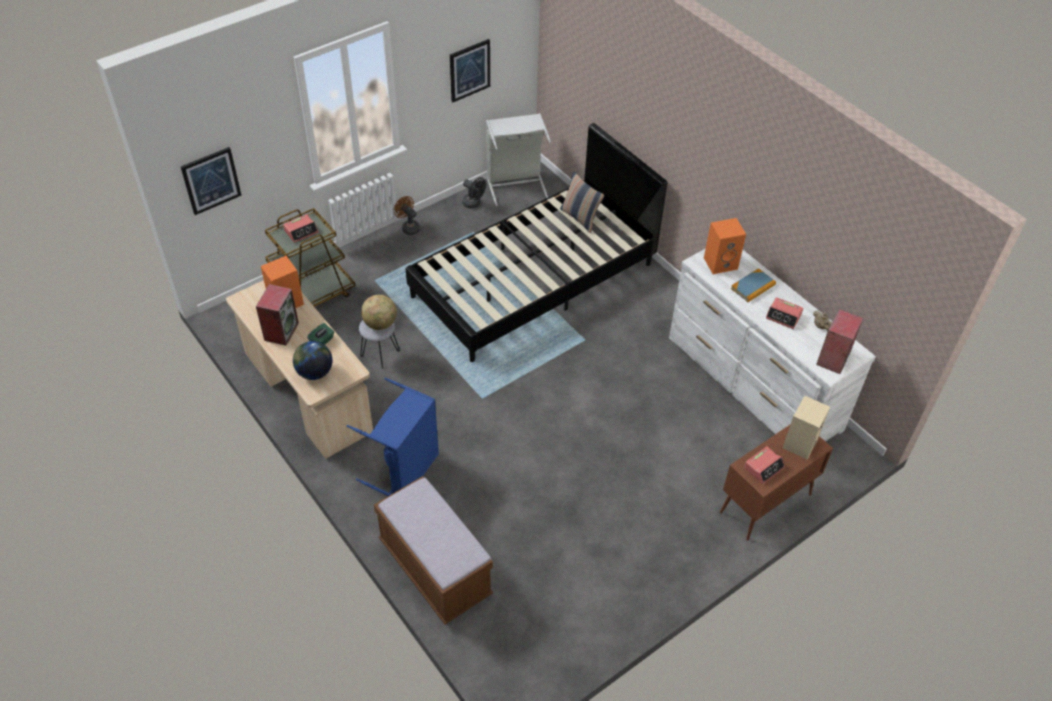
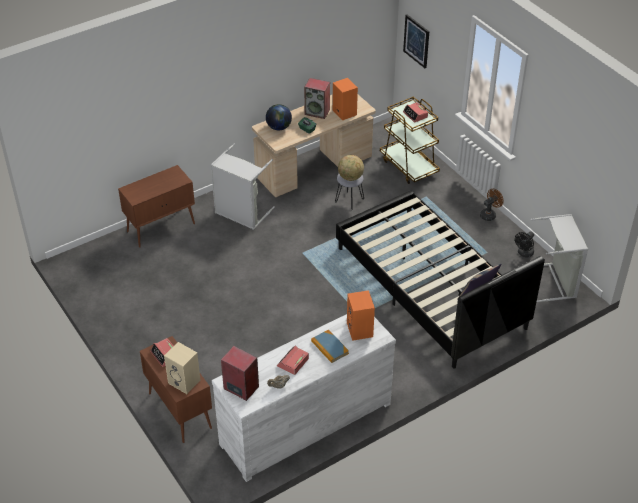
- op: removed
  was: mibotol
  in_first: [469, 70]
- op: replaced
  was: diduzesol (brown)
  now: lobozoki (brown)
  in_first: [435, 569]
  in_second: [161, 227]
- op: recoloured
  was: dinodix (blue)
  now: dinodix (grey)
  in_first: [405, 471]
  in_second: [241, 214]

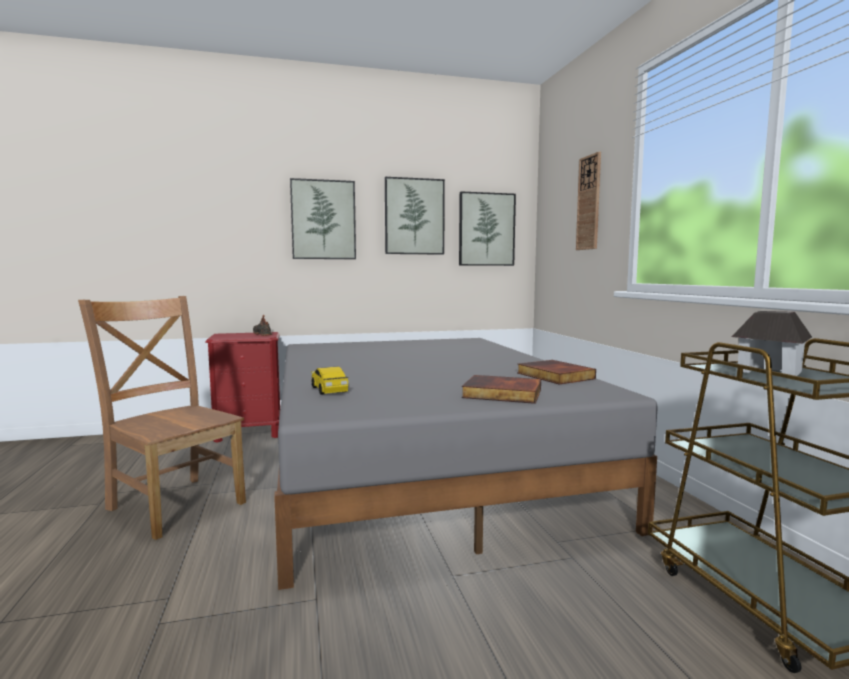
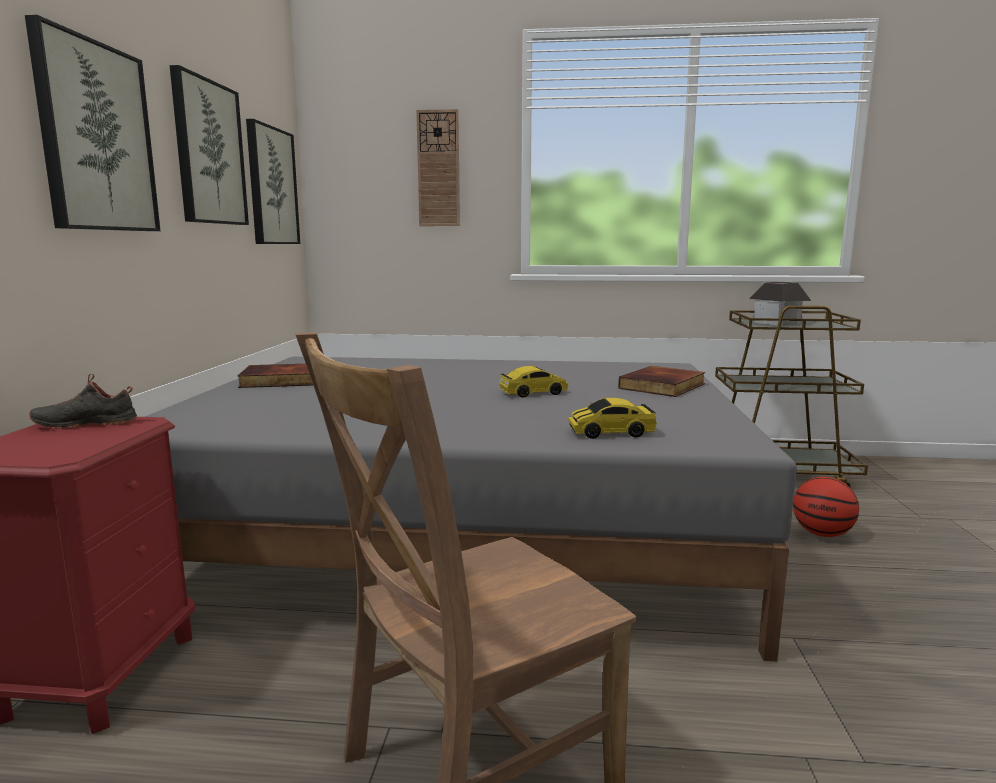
- op: added
  now: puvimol
  in_second: [533, 393]
- op: added
  now: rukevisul
  in_second: [822, 534]
- op: moved
  was: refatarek
  in_first: [553, 376]
  in_second: [280, 381]

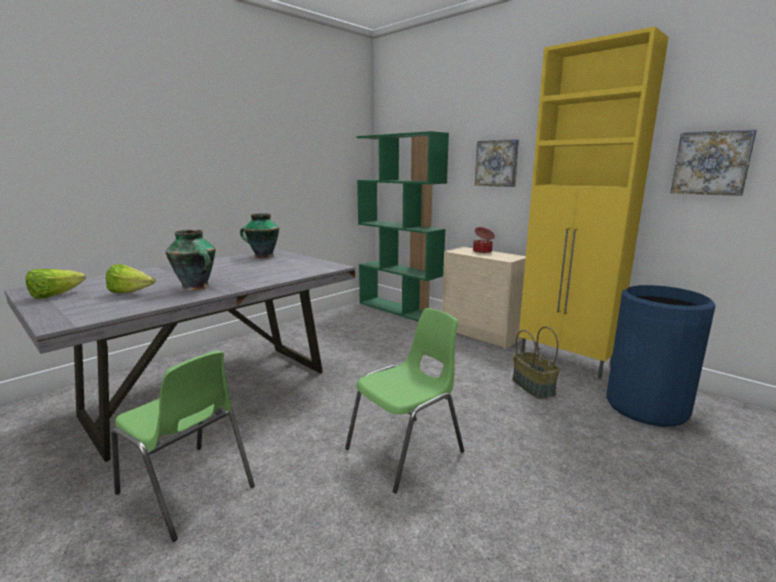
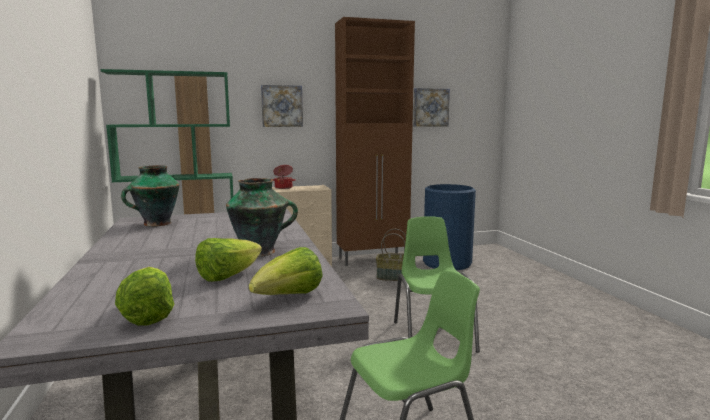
- op: added
  now: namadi
  in_second: [289, 297]
- op: recoloured
  was: lobozoki (yellow)
  now: lobozoki (brown)
  in_first: [566, 361]
  in_second: [373, 259]

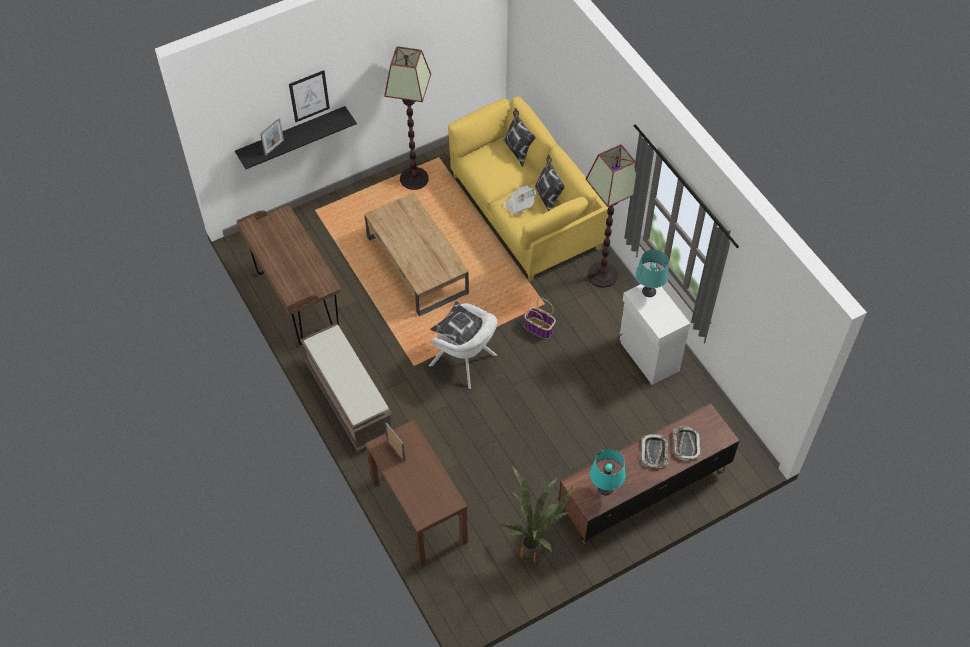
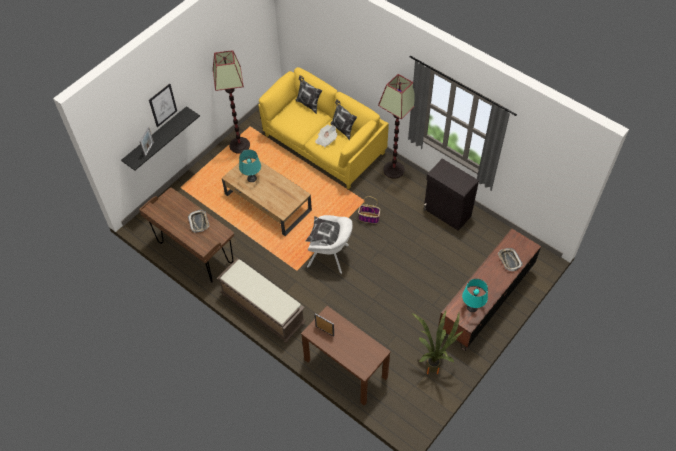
- op: moved
  was: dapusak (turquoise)
  in_first: [648, 291]
  in_second: [251, 178]
- op: moved
  was: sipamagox
  in_first: [654, 452]
  in_second: [199, 222]
- op: recoloured
  was: lobozoki (white)
  now: lobozoki (black)
  in_first: [648, 356]
  in_second: [447, 213]

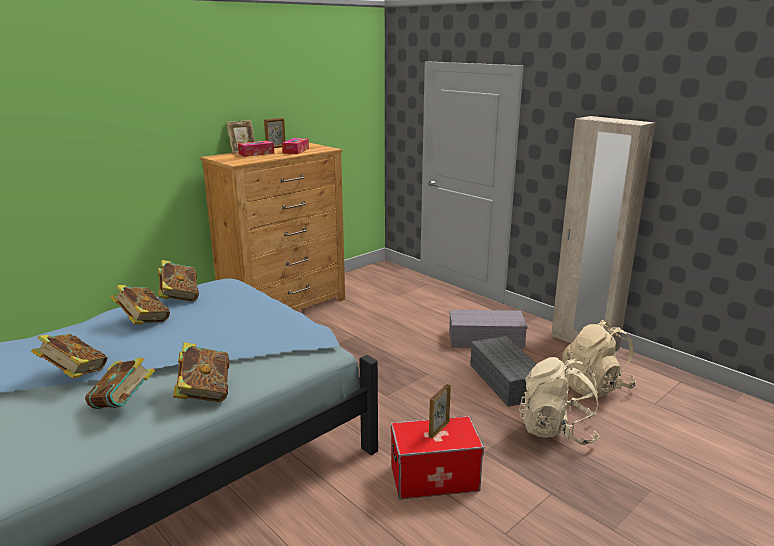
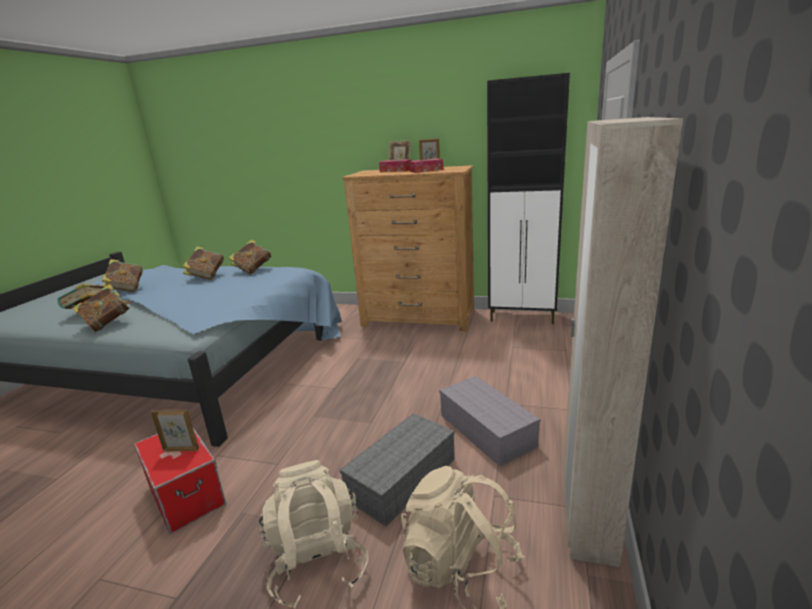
- op: added
  now: lobozoki (black)
  in_second: [523, 317]

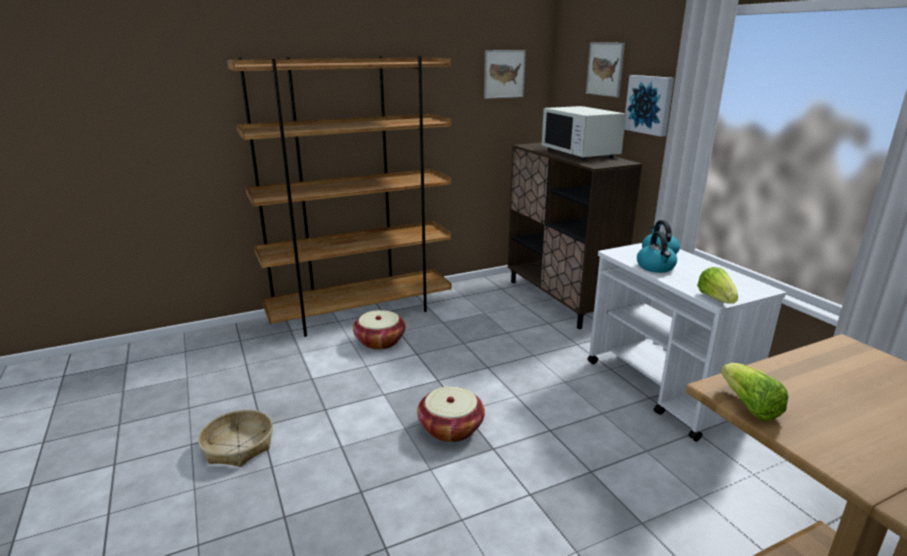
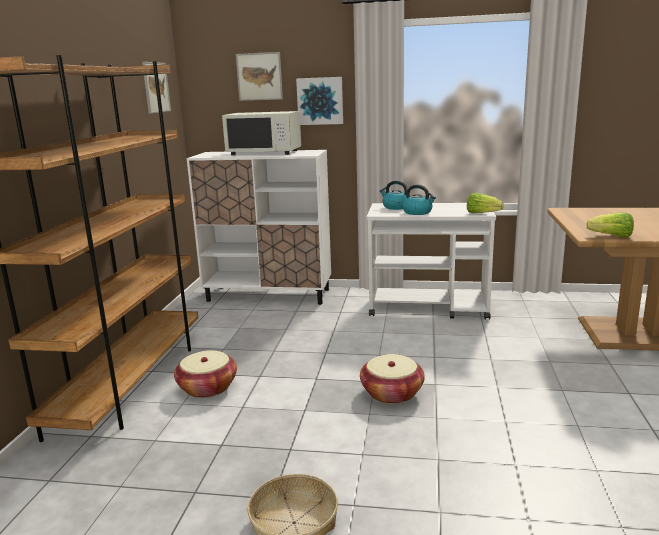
- op: recoloured
  was: lobozoki (brown)
  now: lobozoki (white)
  in_first: [560, 299]
  in_second: [269, 295]

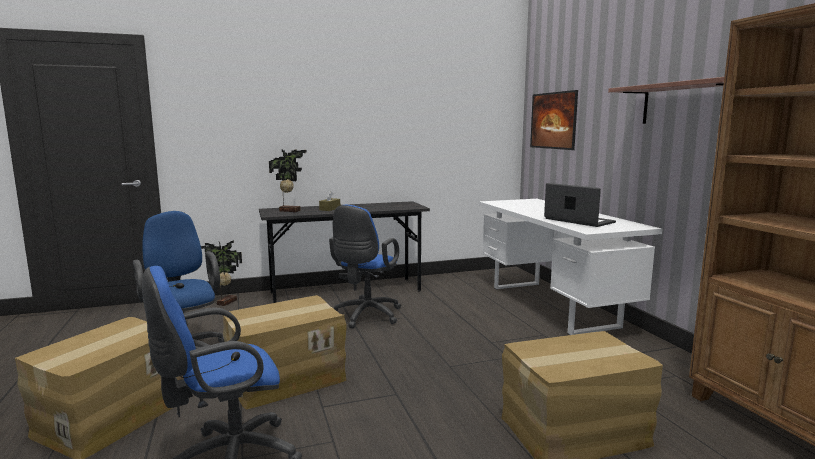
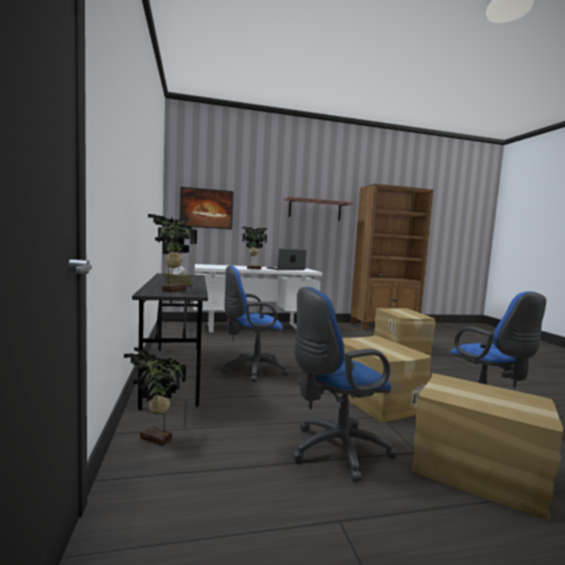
- op: added
  now: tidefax
  in_second: [253, 269]
- op: turned
  was: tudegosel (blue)
  in_first: [365, 316]
  in_second: [251, 370]
  clockwise: 135

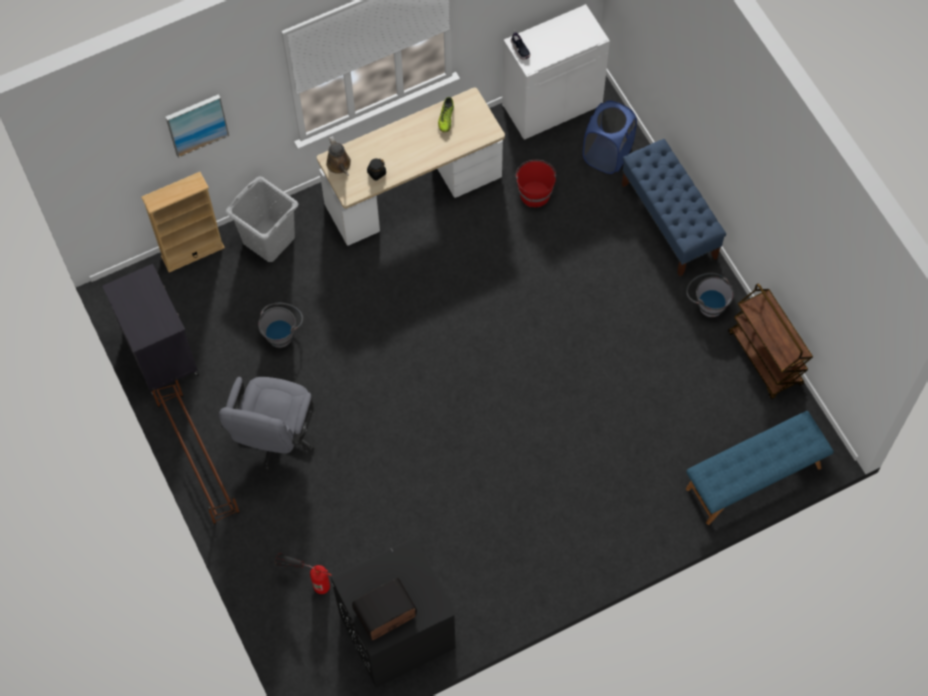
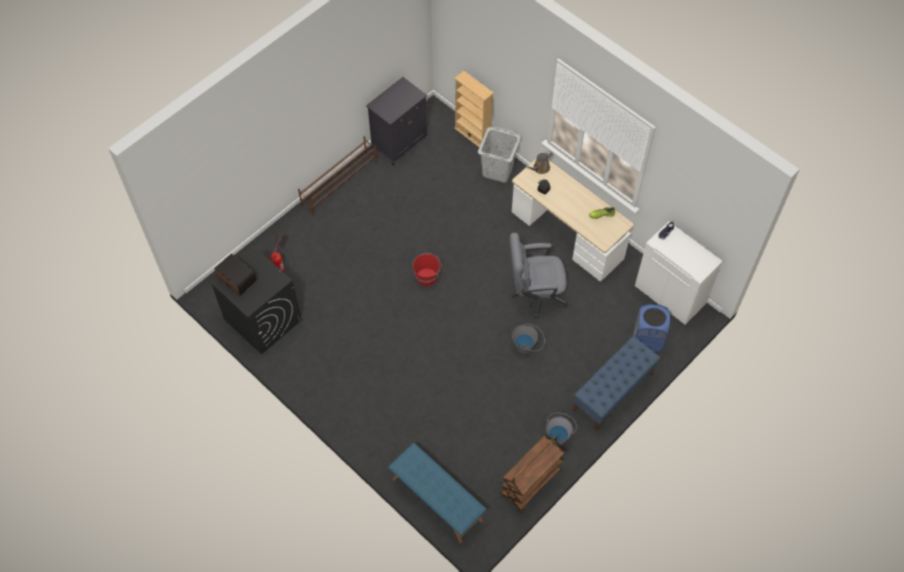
- op: removed
  was: mibotol
  in_first: [197, 124]
- op: moved
  was: tudegosel (grey)
  in_first: [275, 438]
  in_second: [534, 294]
- op: moved
  was: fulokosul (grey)
  in_first: [282, 332]
  in_second: [528, 346]
- op: moved
  was: fulokosul (red)
  in_first: [534, 193]
  in_second: [427, 277]

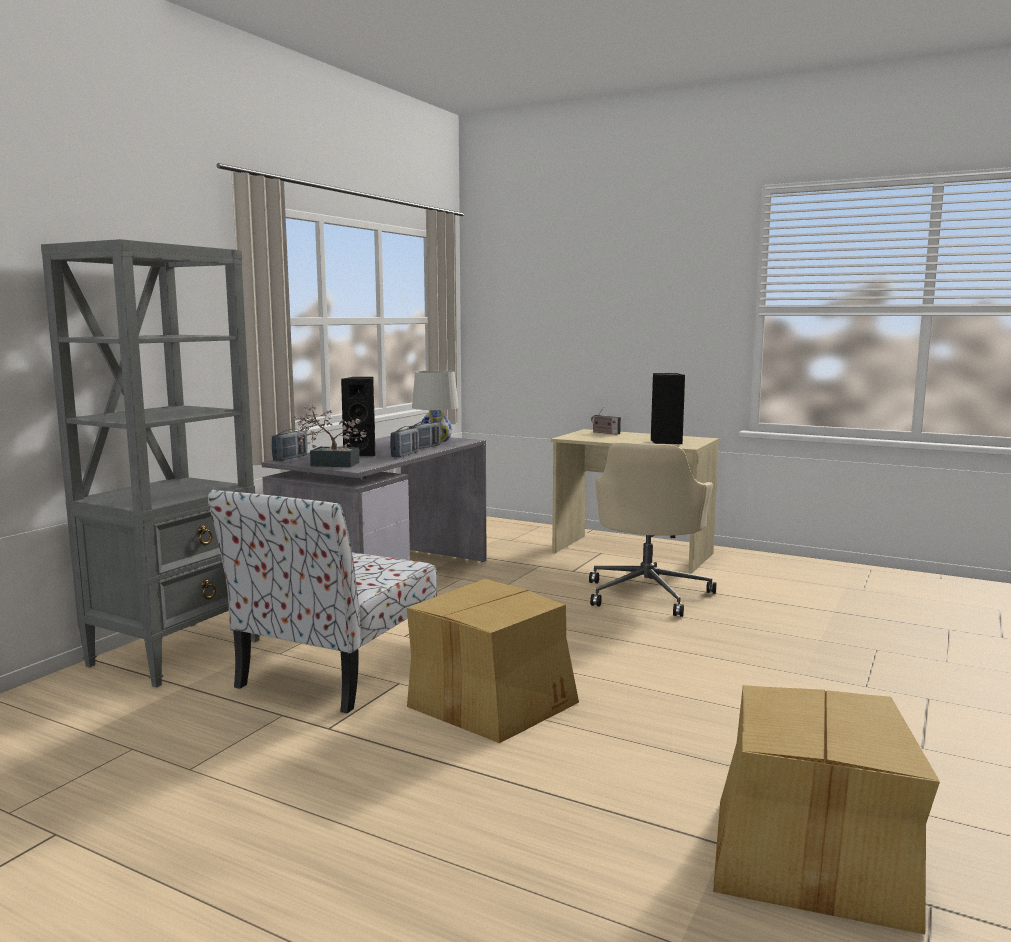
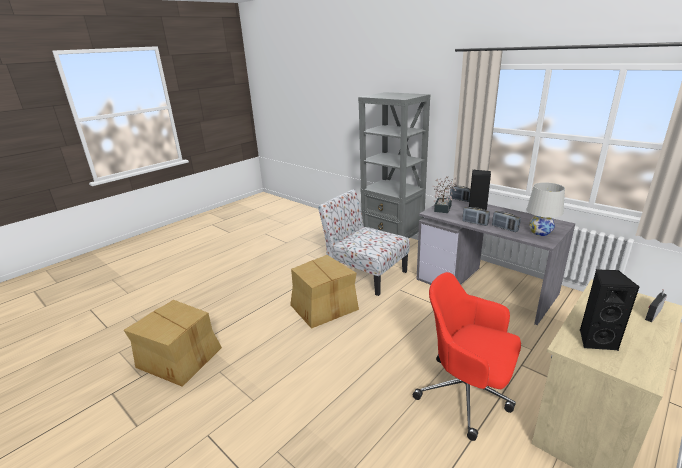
- op: recoloured
  was: tudegosel (beige)
  now: tudegosel (red)
  in_first: [648, 593]
  in_second: [466, 394]

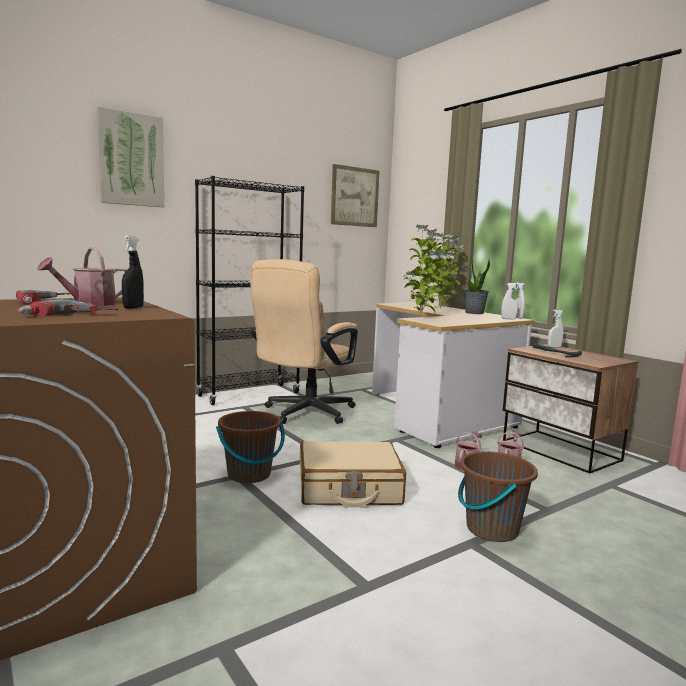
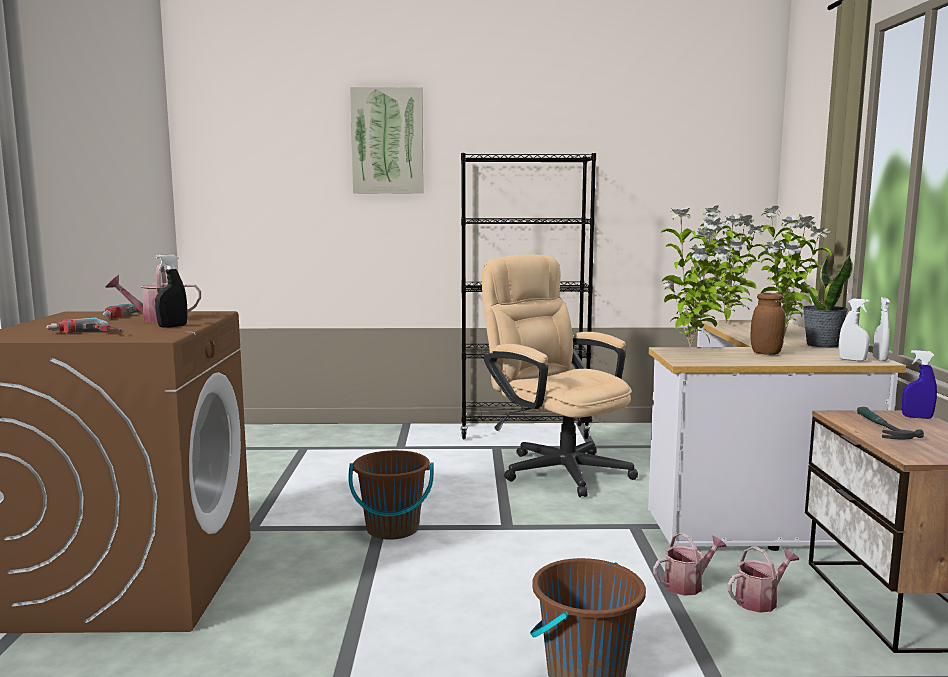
- op: removed
  was: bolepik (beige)
  in_first: [349, 488]
- op: removed
  was: mibotol
  in_first: [354, 196]
- op: added
  now: tidefax
  in_second: [726, 323]
- op: added
  now: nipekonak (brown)
  in_second: [766, 353]
- op: recoloured
  was: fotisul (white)
  now: fotisul (blue)
  in_first: [554, 347]
  in_second: [917, 417]
- op: turned
  was: tudegosel (beige)
  in_first: [304, 414]
  in_second: [556, 468]
  clockwise: 75

